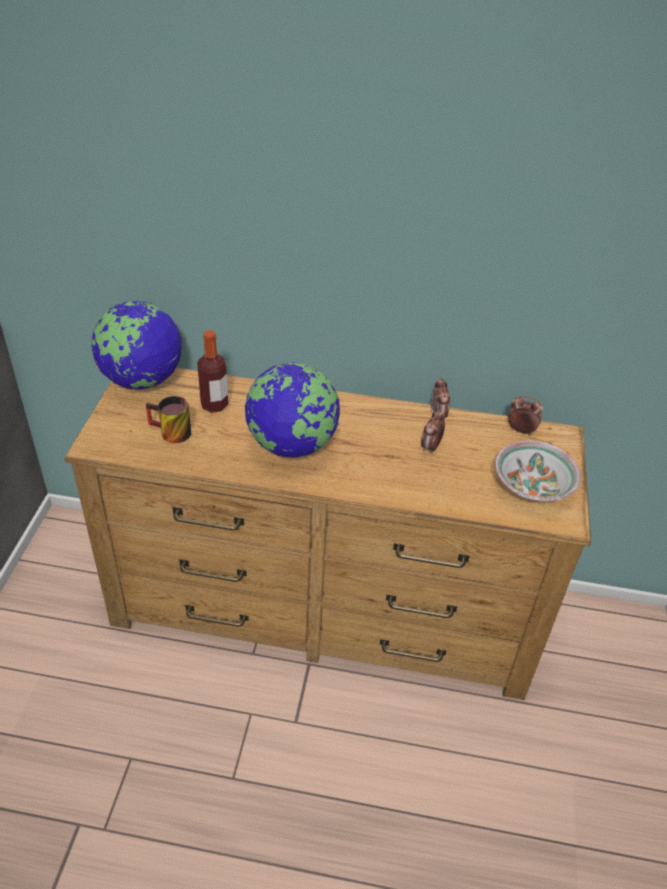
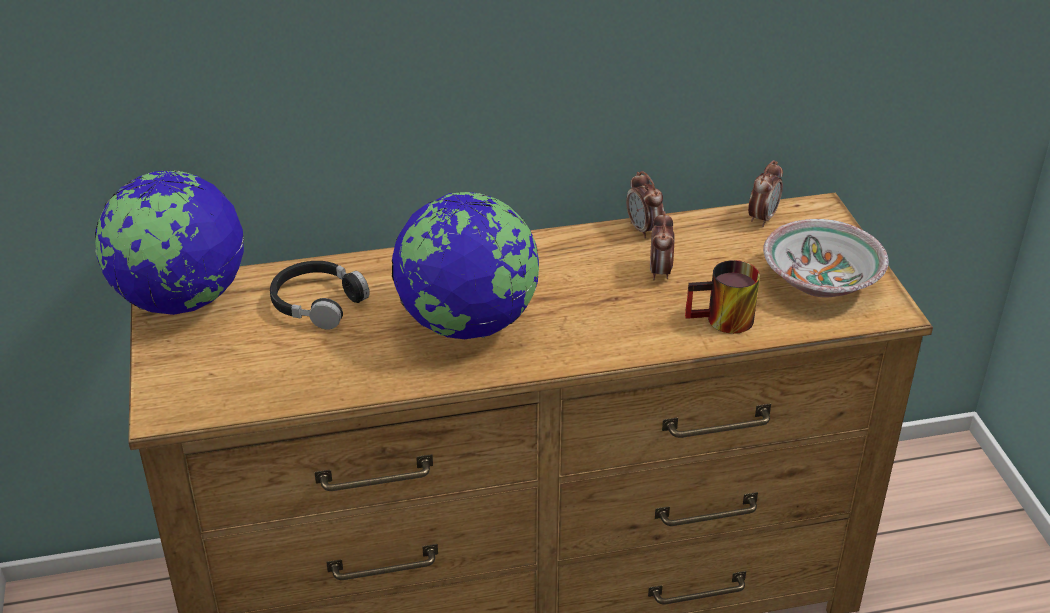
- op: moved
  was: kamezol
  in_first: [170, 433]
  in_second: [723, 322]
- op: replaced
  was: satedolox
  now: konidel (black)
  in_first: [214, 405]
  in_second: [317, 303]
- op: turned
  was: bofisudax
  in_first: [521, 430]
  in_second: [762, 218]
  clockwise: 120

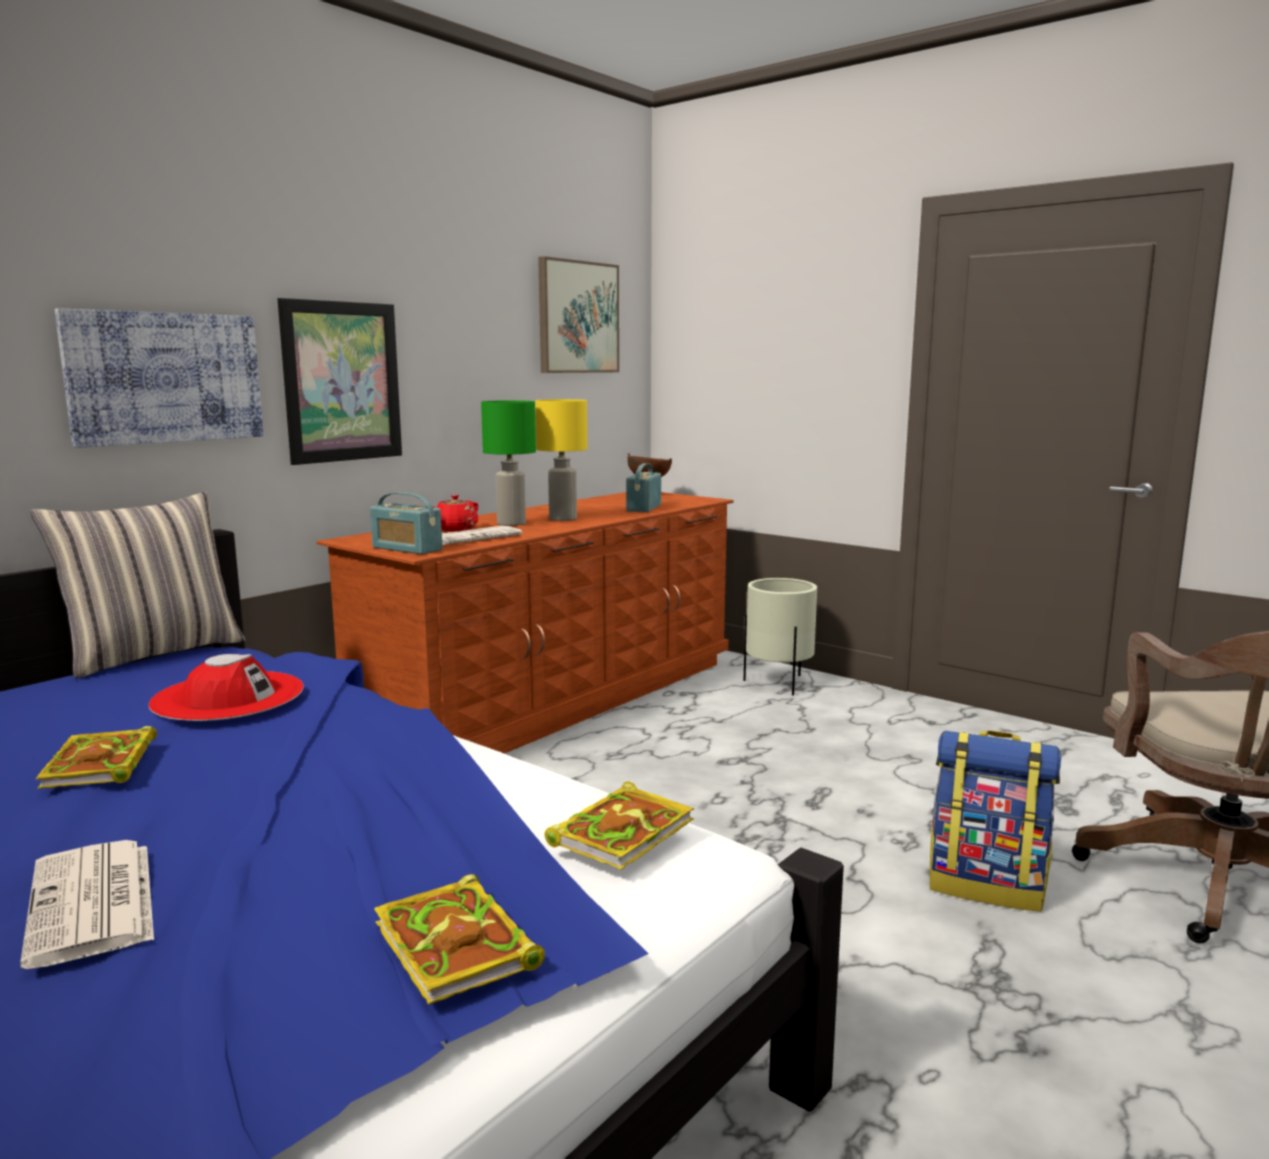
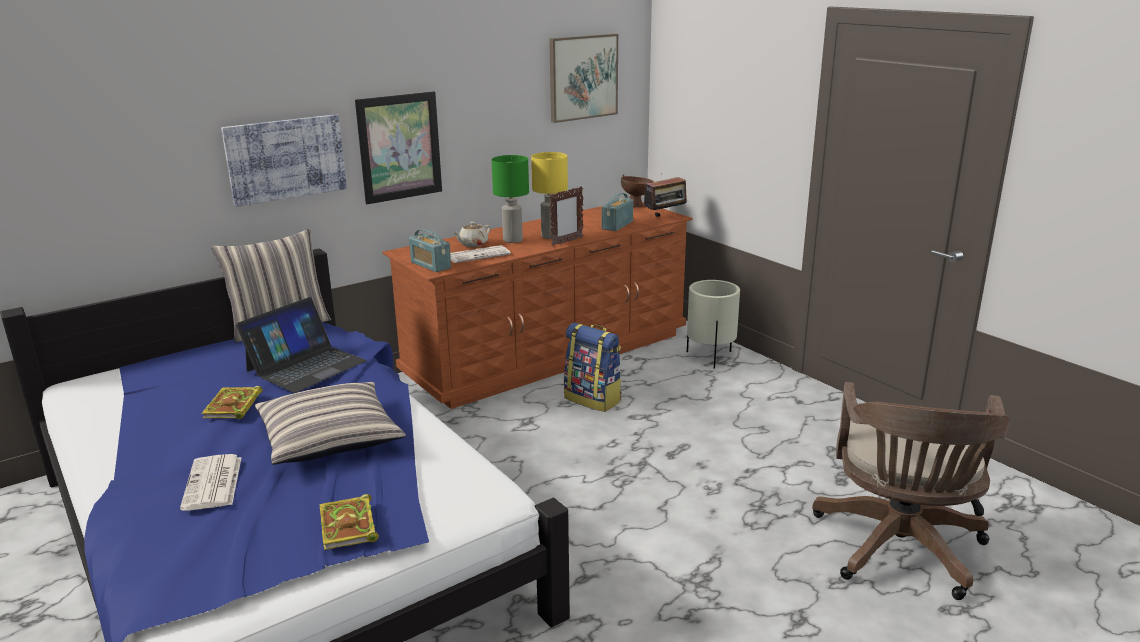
- op: removed
  was: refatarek
  in_first: [623, 831]
- op: added
  now: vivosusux
  in_second: [330, 437]
- op: added
  now: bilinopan
  in_second: [566, 242]
- op: added
  now: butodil
  in_second: [665, 216]
- op: moved
  was: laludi
  in_first: [987, 886]
  in_second: [593, 399]
- op: replaced
  was: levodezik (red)
  now: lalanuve
  in_first: [228, 696]
  in_second: [306, 366]
- op: recoloured
  was: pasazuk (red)
  now: pasazuk (beige)
  in_first: [455, 529]
  in_second: [473, 244]

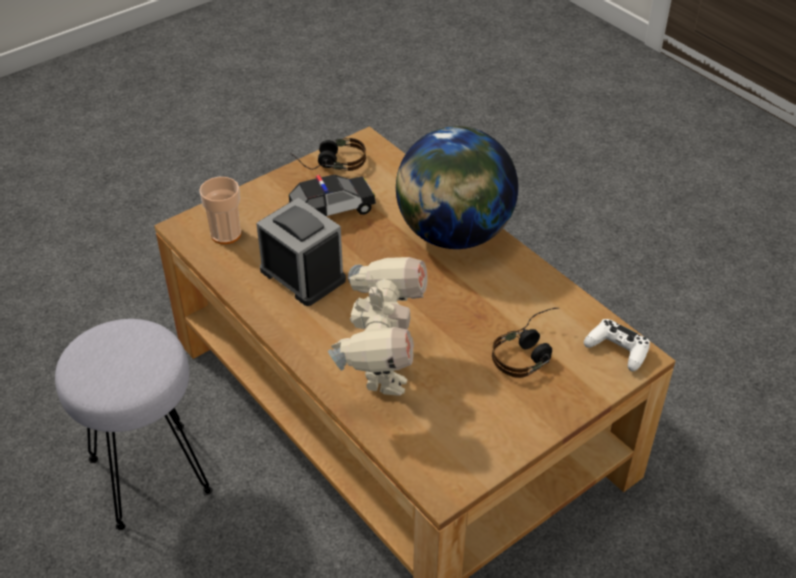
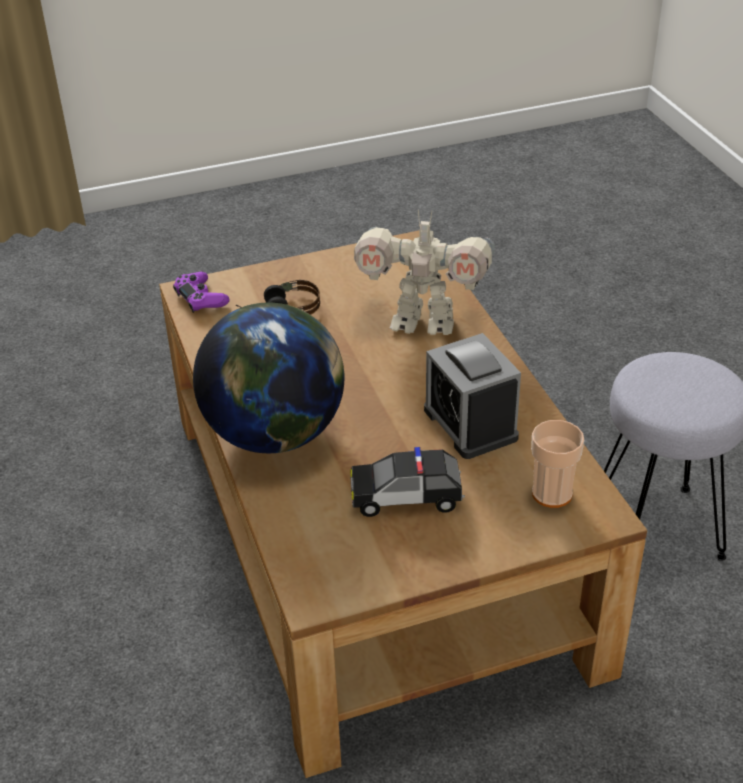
- op: removed
  was: konidel
  in_first: [329, 163]
- op: recoloured
  was: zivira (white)
  now: zivira (purple)
  in_first: [617, 350]
  in_second: [201, 298]
- op: turned
  was: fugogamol
  in_first: [382, 372]
  in_second: [423, 322]
  clockwise: -105

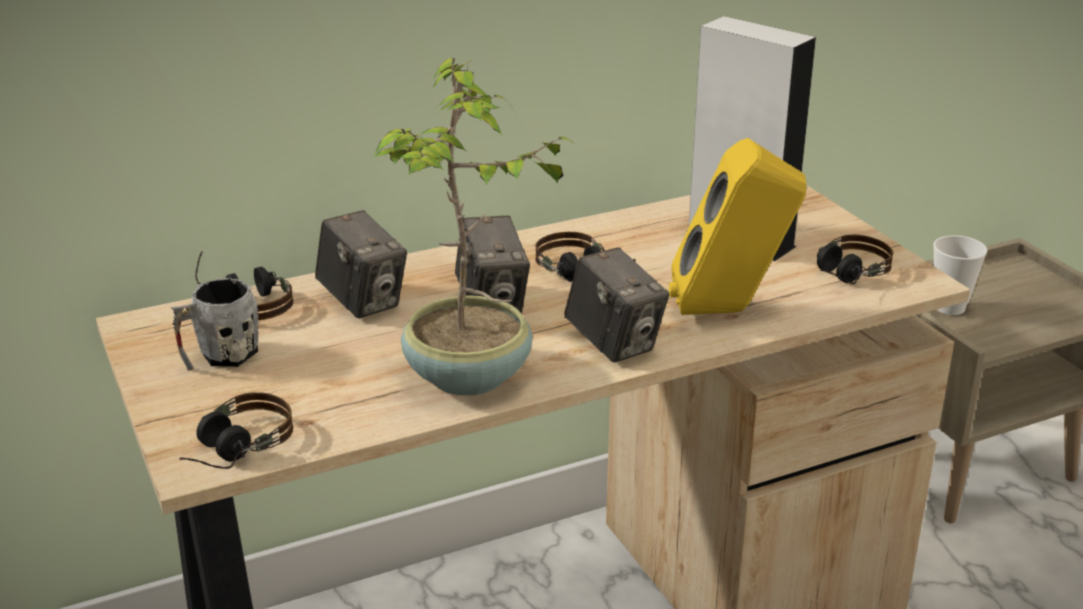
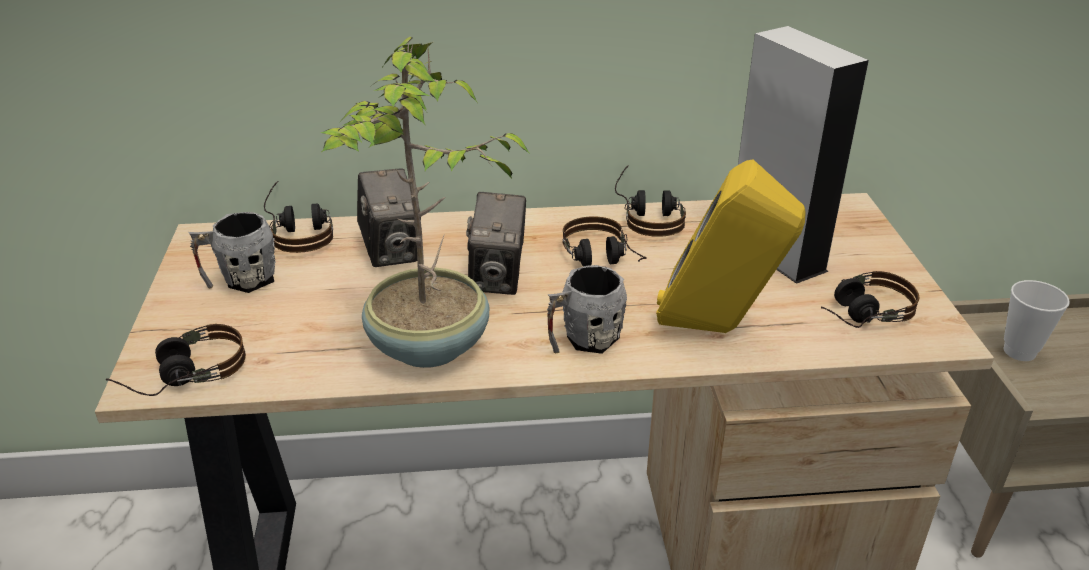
- op: added
  now: konidel
  in_second: [648, 215]
- op: replaced
  was: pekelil
  now: kamezol (grey)
  in_first: [614, 343]
  in_second: [583, 341]

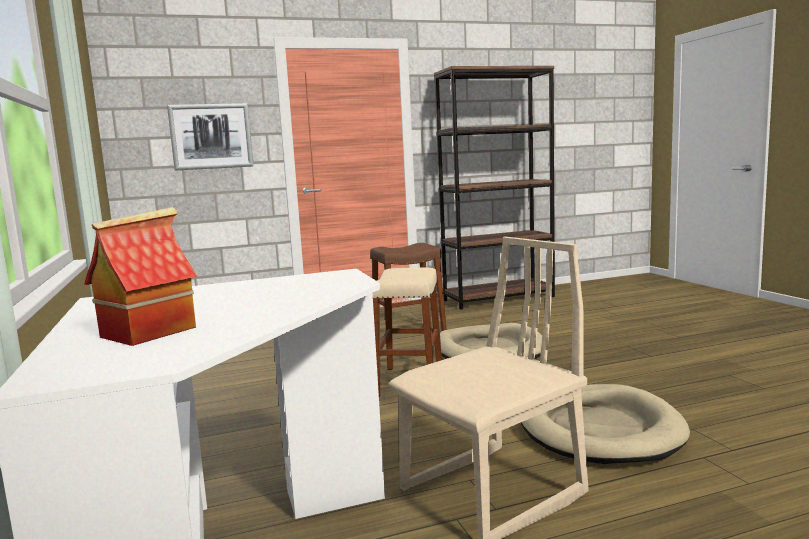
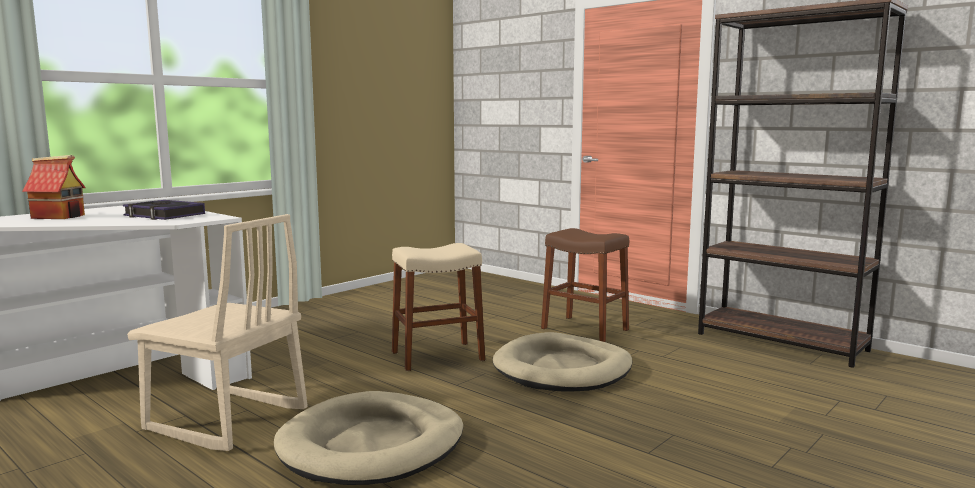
- op: removed
  was: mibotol
  in_first: [211, 136]
- op: added
  now: refatarek
  in_second: [164, 215]

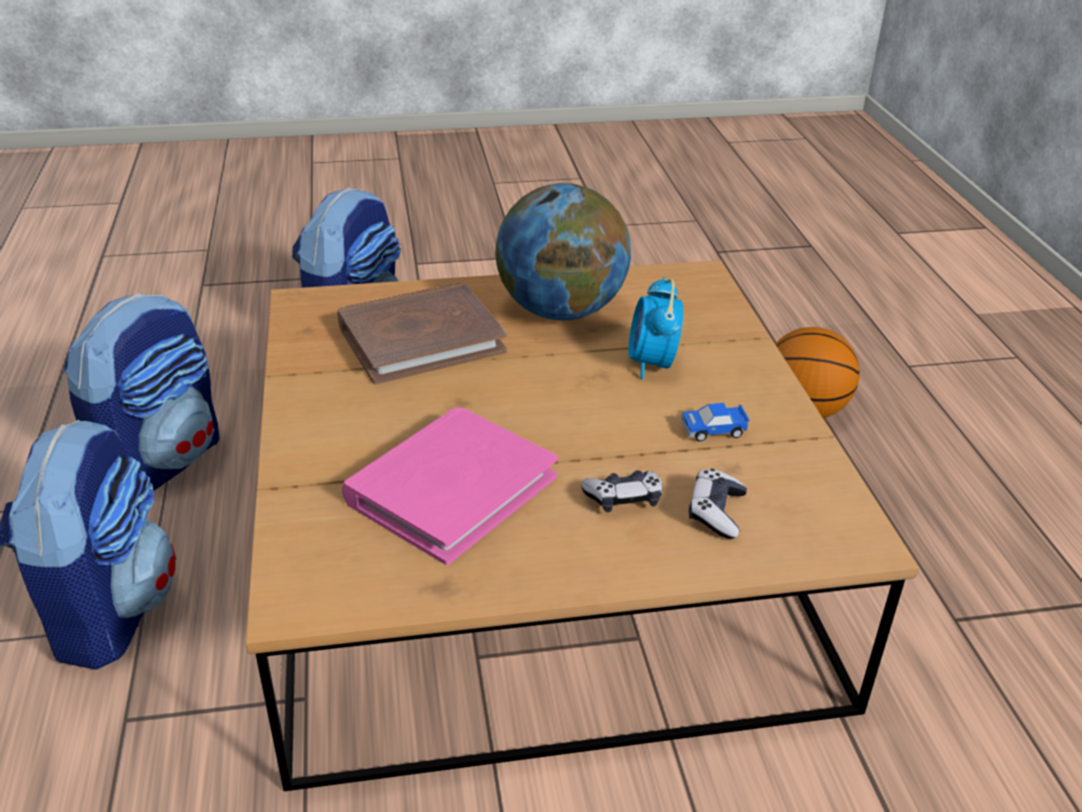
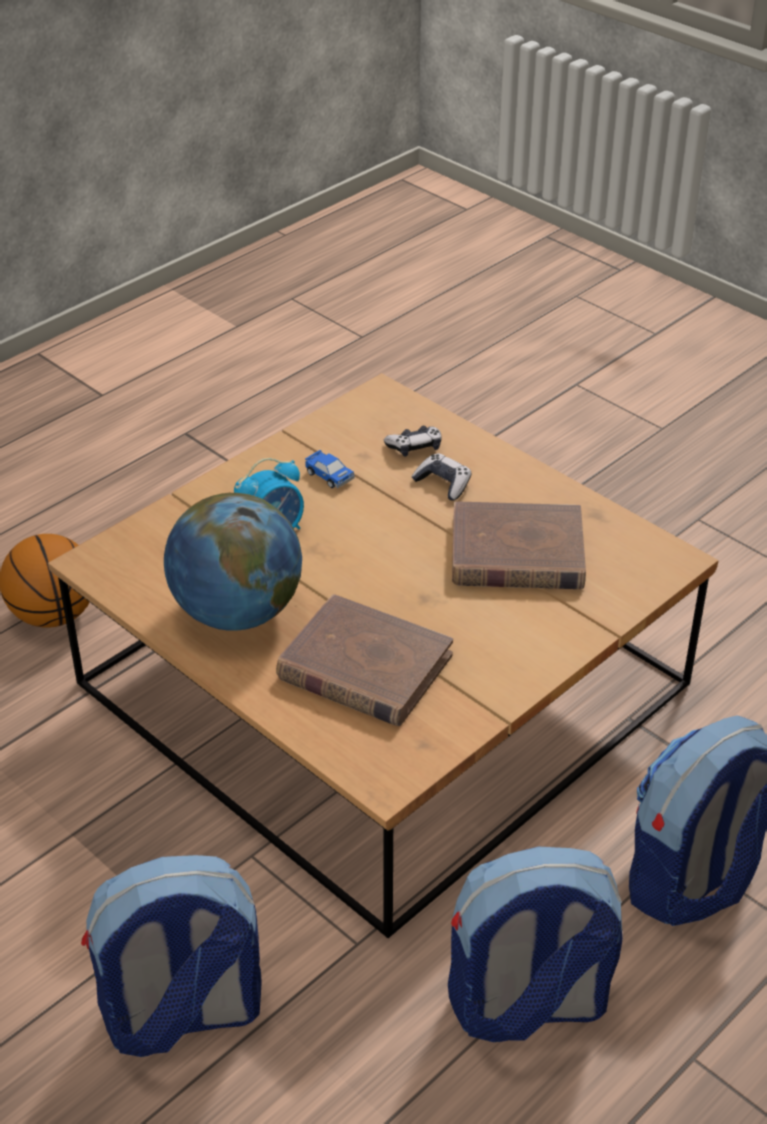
- op: recoloured
  was: refatarek (pink)
  now: refatarek (brown)
  in_first: [451, 489]
  in_second: [517, 553]

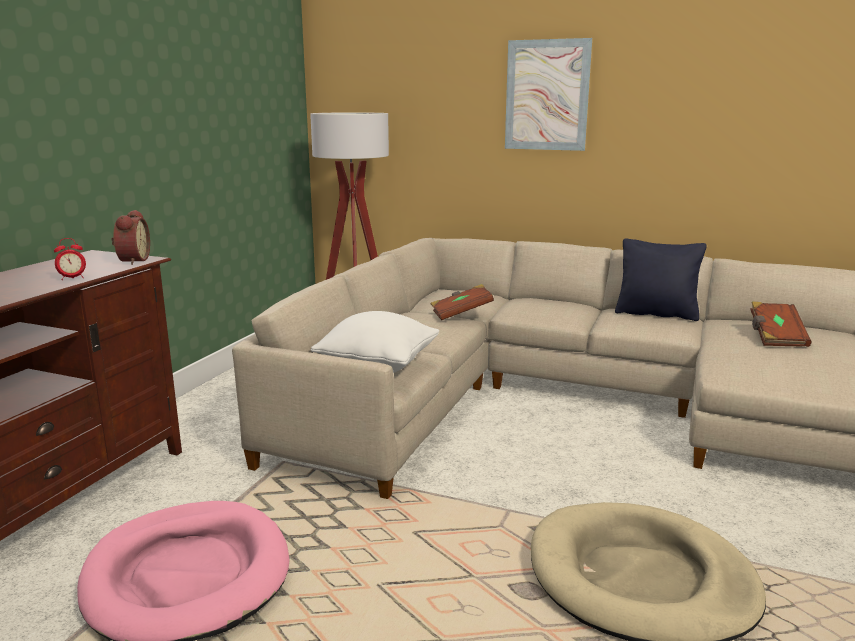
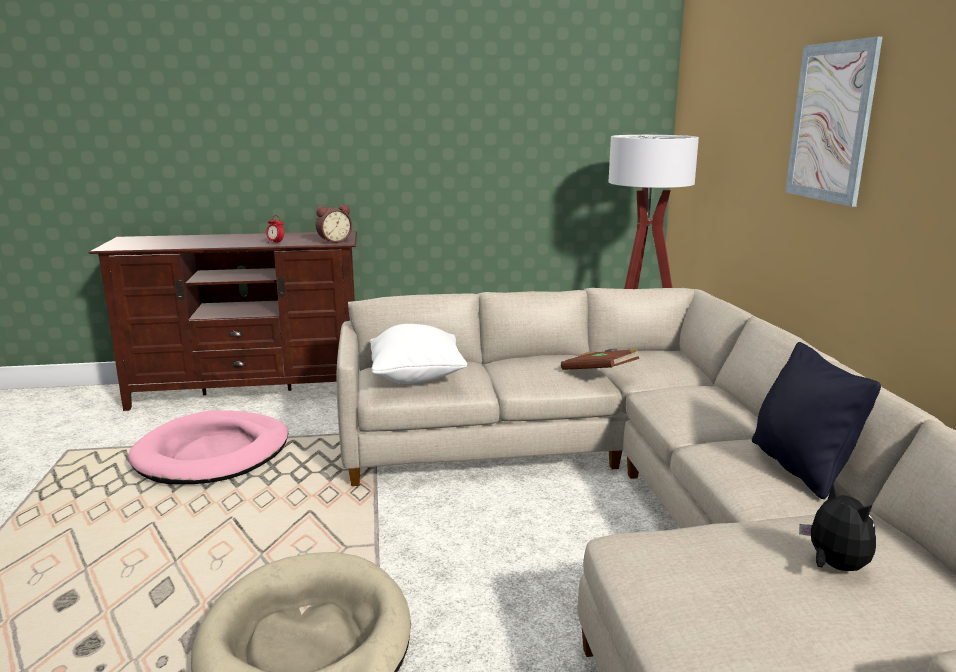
- op: replaced
  was: refatarek (brown)
  now: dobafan
  in_first: [775, 337]
  in_second: [834, 566]

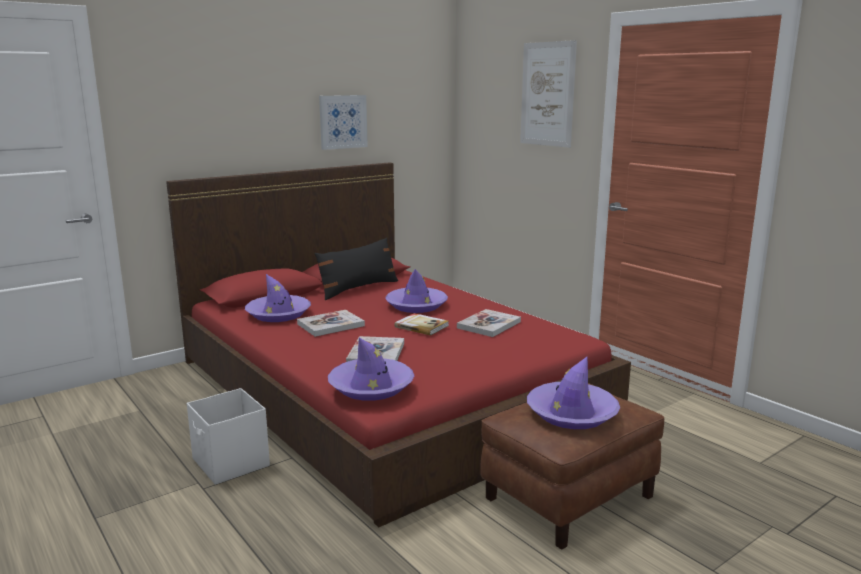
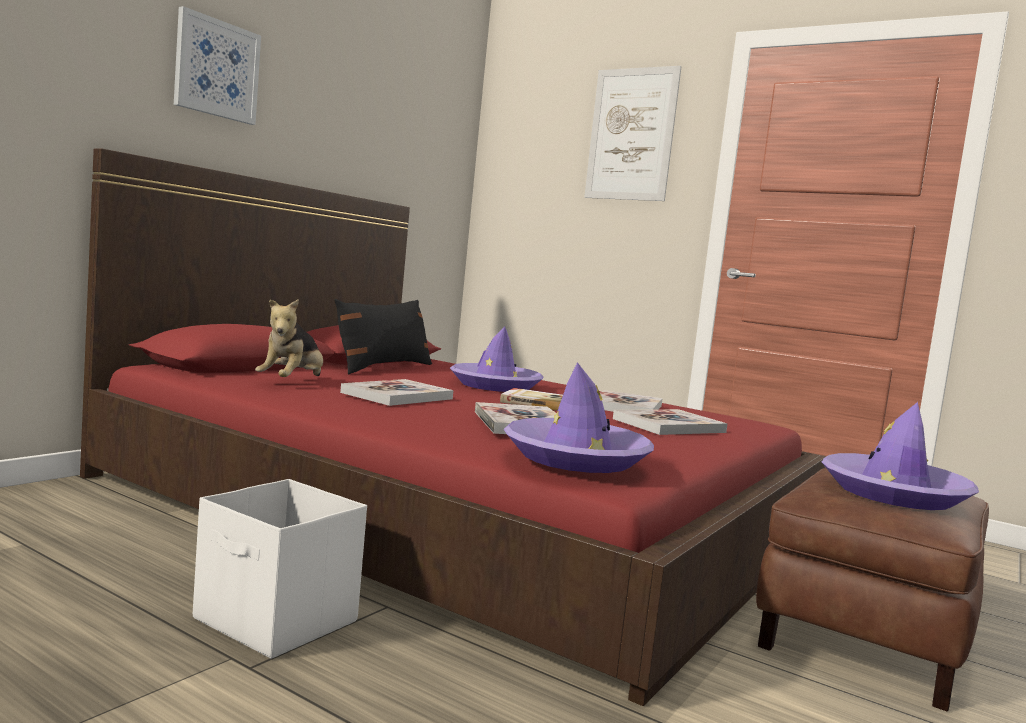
- op: added
  now: refatarek
  in_second: [669, 425]
- op: moved
  was: mibotol
  in_first: [343, 122]
  in_second: [216, 69]
- op: replaced
  was: levodezik (purple)
  now: dobafan
  in_first: [278, 314]
  in_second: [292, 382]

